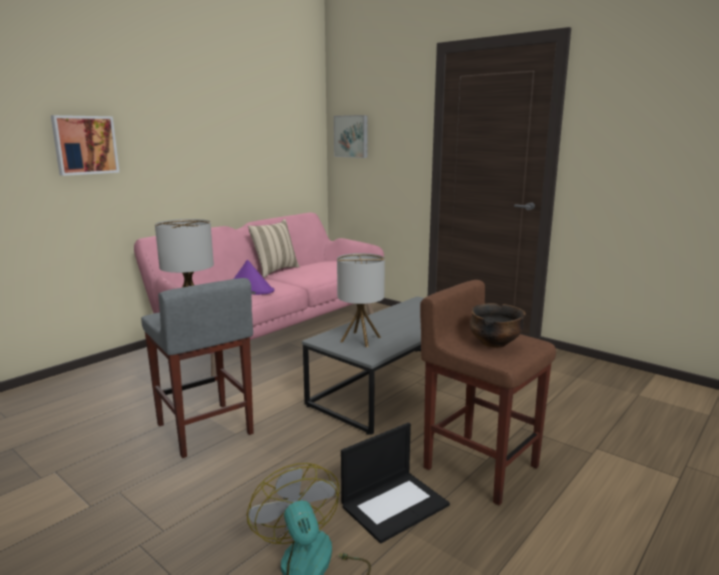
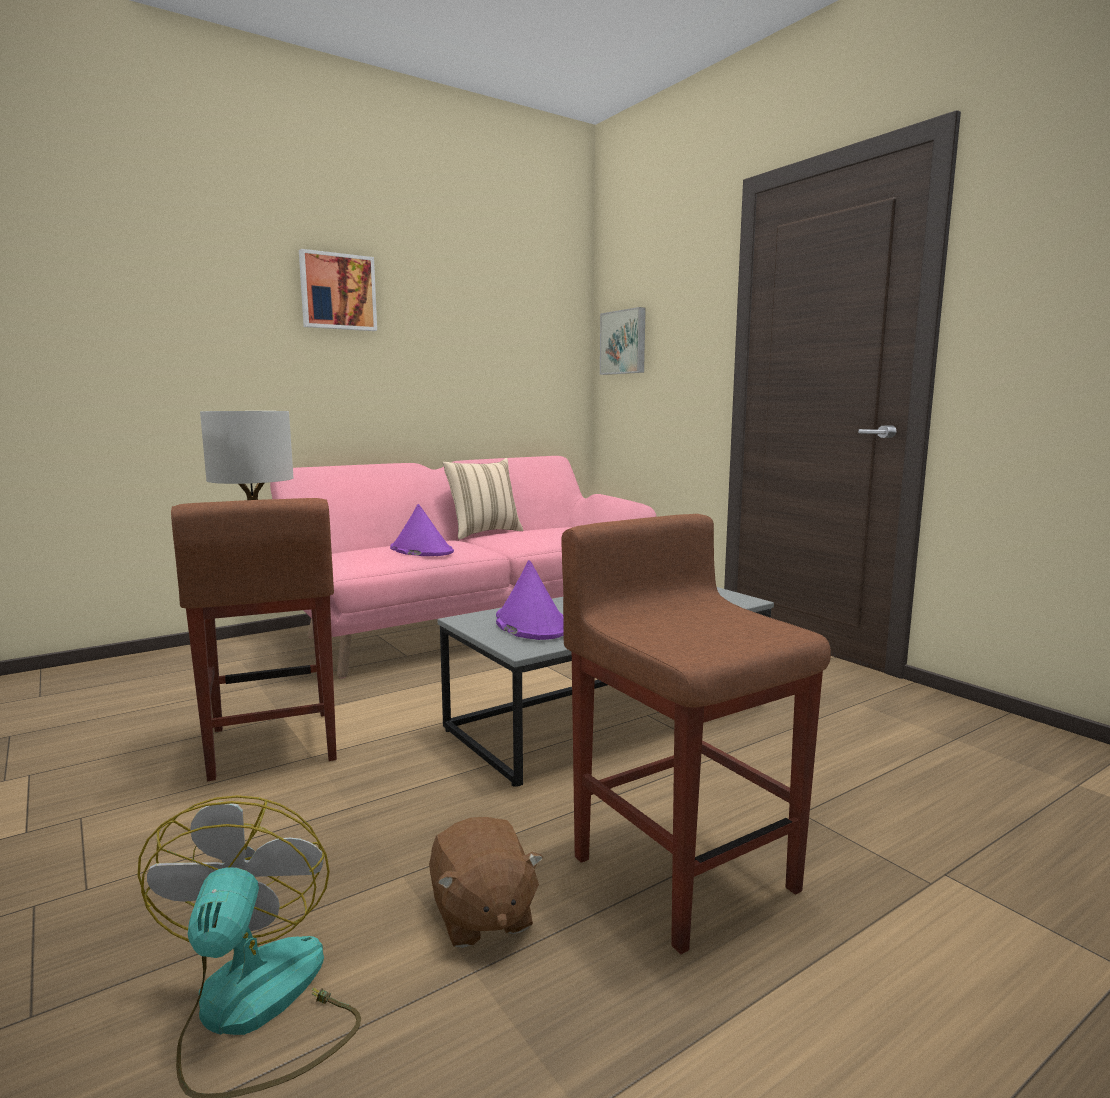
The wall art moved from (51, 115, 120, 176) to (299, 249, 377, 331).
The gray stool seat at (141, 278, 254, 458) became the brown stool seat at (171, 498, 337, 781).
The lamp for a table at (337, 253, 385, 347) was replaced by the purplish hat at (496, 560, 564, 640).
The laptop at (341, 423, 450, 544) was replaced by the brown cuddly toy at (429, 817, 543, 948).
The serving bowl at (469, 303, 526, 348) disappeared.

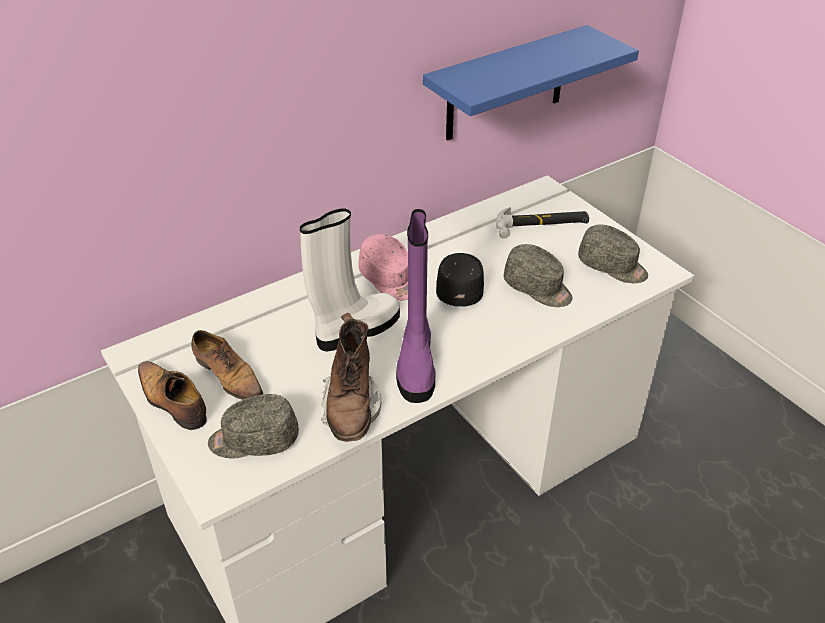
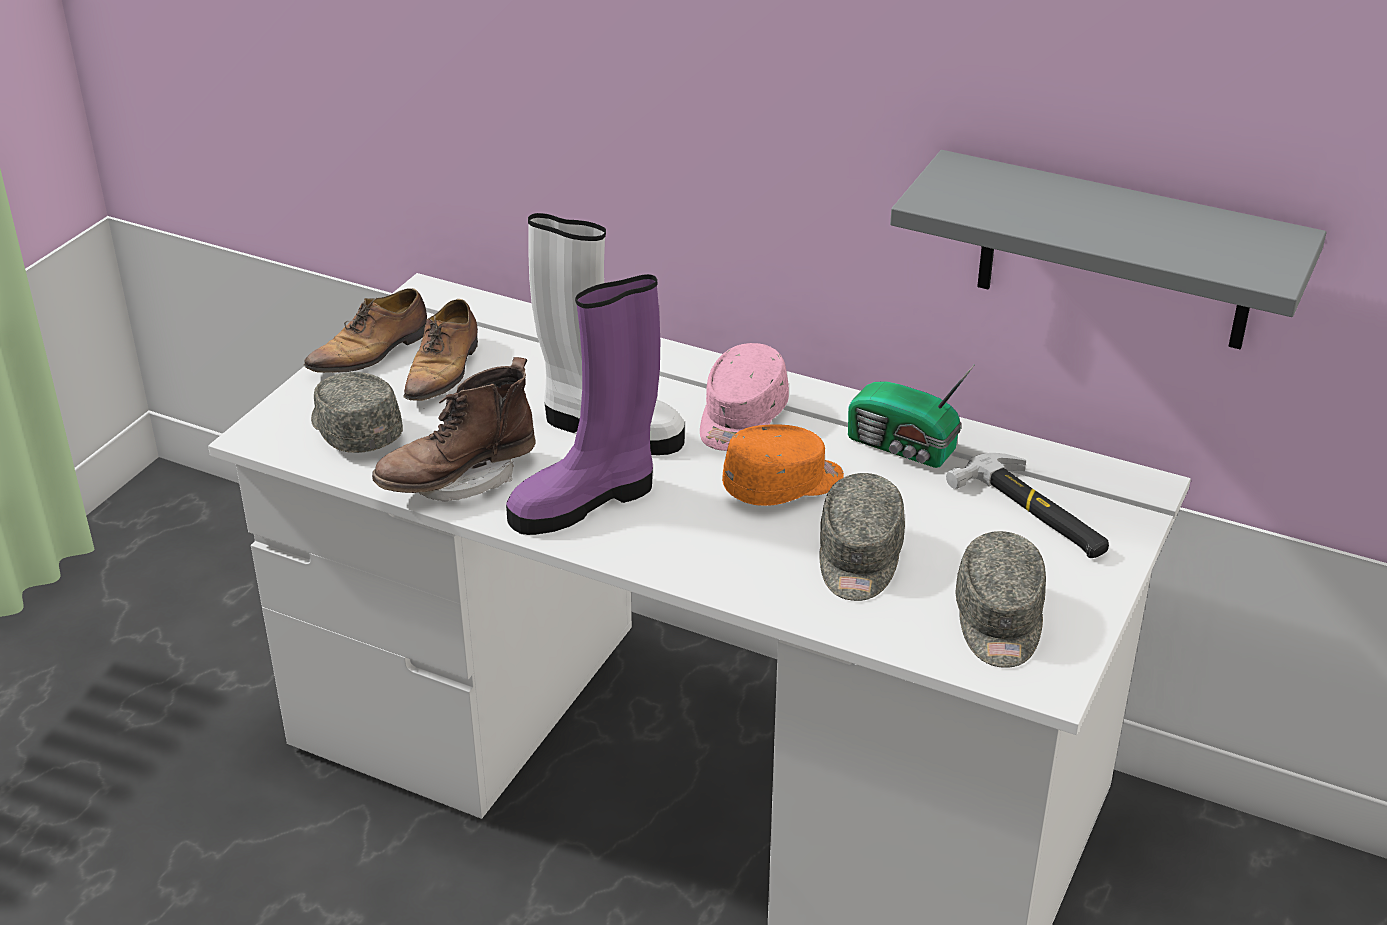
The item of footwear at (138, 361, 207, 430) turned 150 degrees counterclockwise.
The blue wall shelf at (423, 25, 639, 141) became the gray wall shelf at (890, 150, 1326, 350).
The black cap at (436, 253, 484, 307) became the orange-coloured cap at (722, 424, 844, 506).
The radio set at (848, 364, 975, 468) appeared.

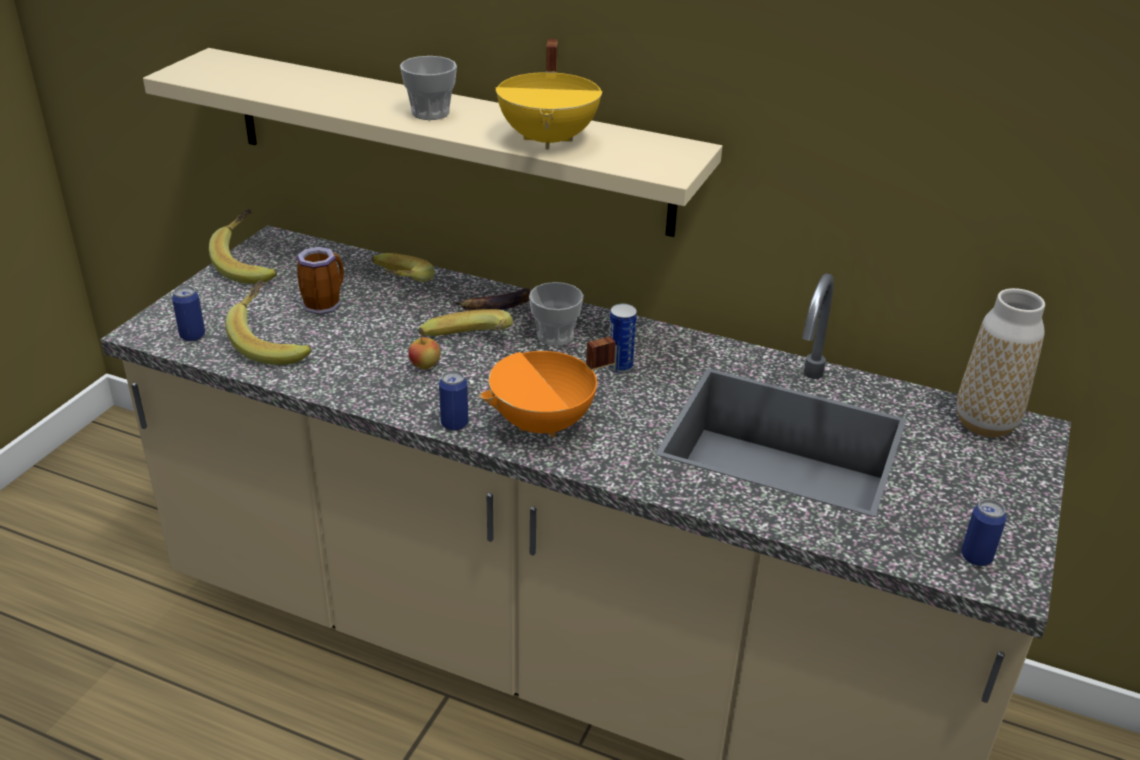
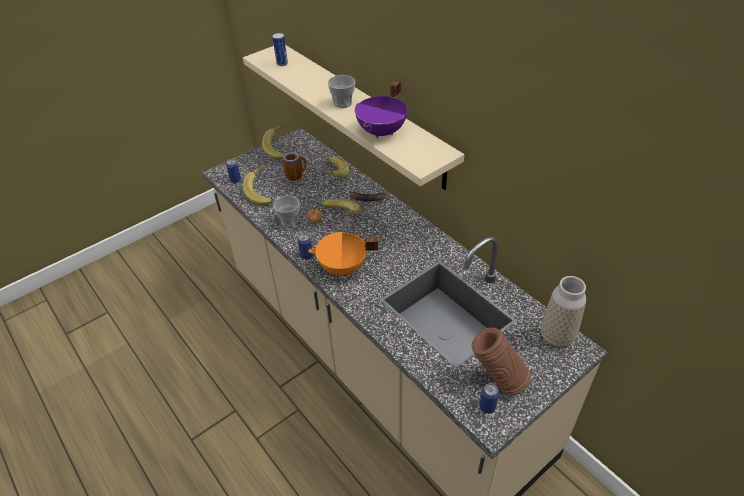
The yellow-coloured saucepot at (496, 39, 602, 150) became the purplish saucepot at (355, 79, 408, 139).
The cup moved from (529, 282, 584, 346) to (273, 195, 300, 227).
The can moved from (608, 304, 637, 374) to (272, 33, 288, 66).
The brown flower vase at (472, 328, 531, 395) appeared.

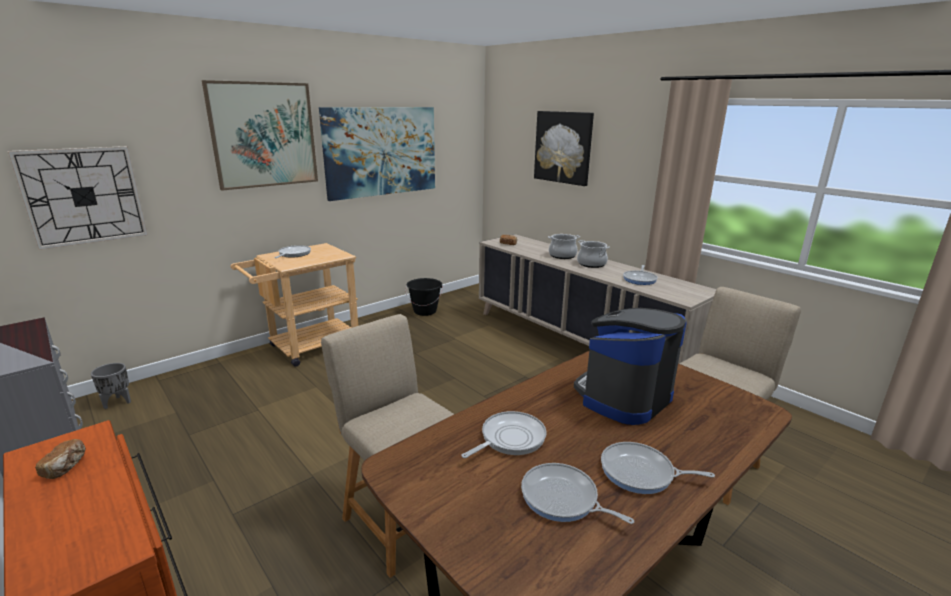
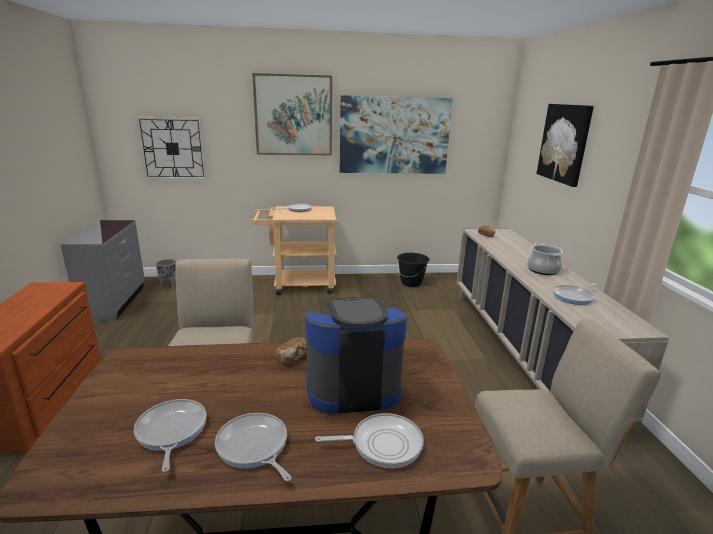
The bread moved from (35, 439, 86, 479) to (275, 337, 307, 364).
The frying pan moved from (462, 411, 547, 458) to (315, 413, 424, 468).
The saucepot at (548, 234, 580, 259) disappeared.

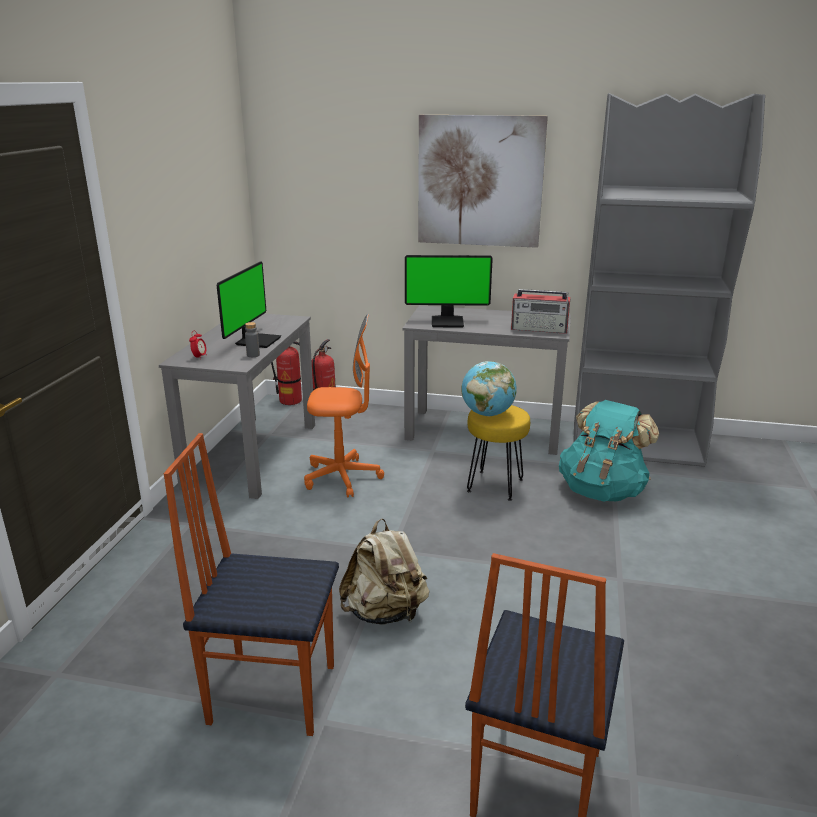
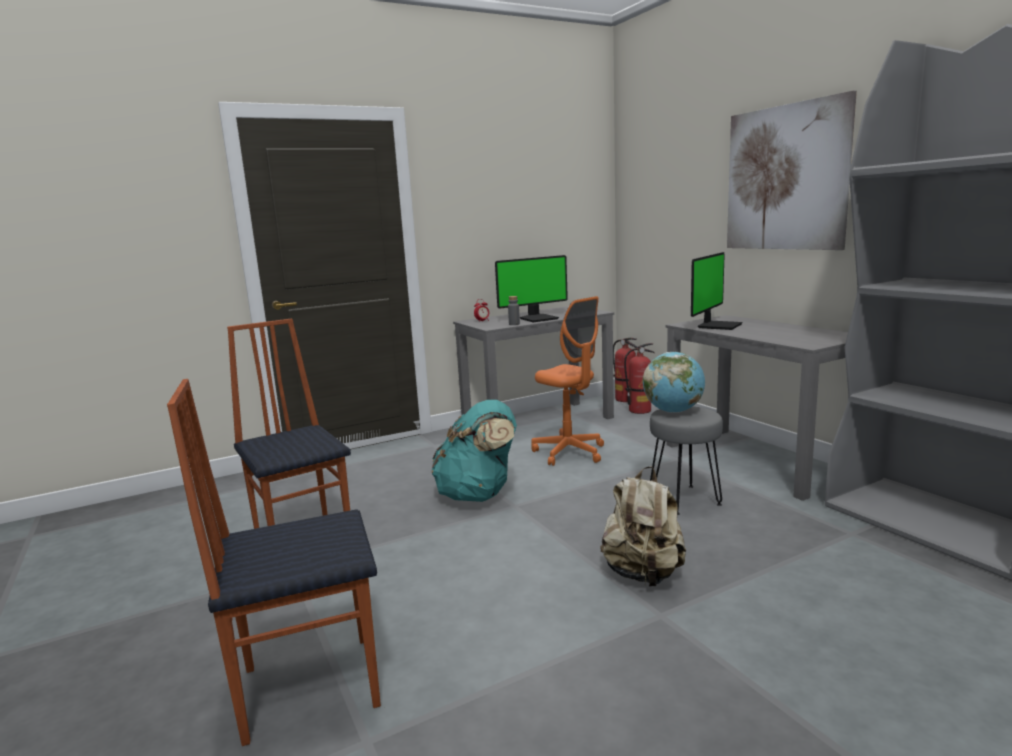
The sand-coloured rucksack moved from (339, 519, 429, 625) to (600, 466, 686, 587).
The monitor at (405, 255, 493, 328) turned 105 degrees counterclockwise.
The yellow-coloured stool seat at (467, 405, 530, 501) became the gray stool seat at (650, 406, 723, 515).
The radio set at (511, 289, 571, 334) disappeared.
The turquoise rucksack moved from (559, 400, 659, 501) to (431, 400, 517, 502).

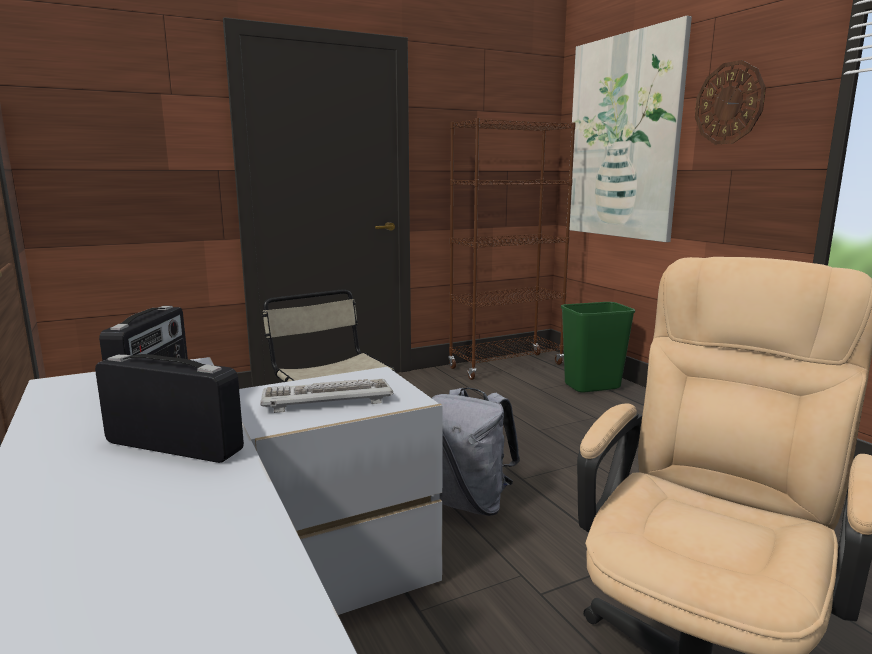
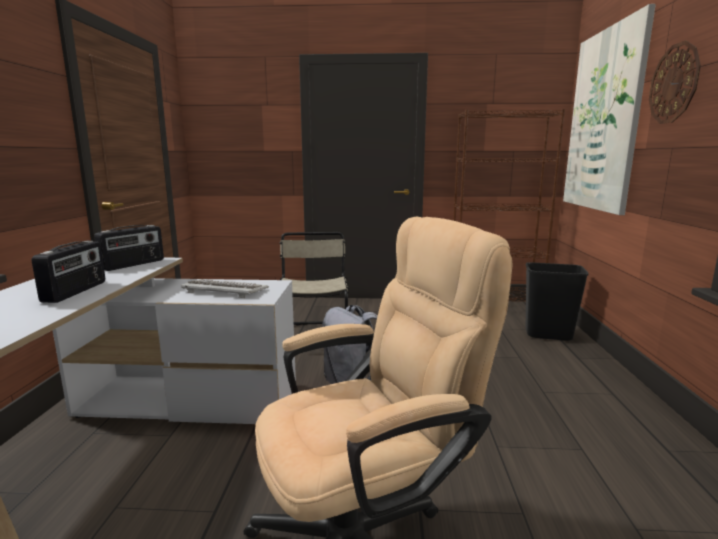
The radio set at (95, 354, 244, 463) turned 45 degrees clockwise.
The greenish rubbish bin at (561, 302, 635, 393) became the black rubbish bin at (526, 262, 589, 341).

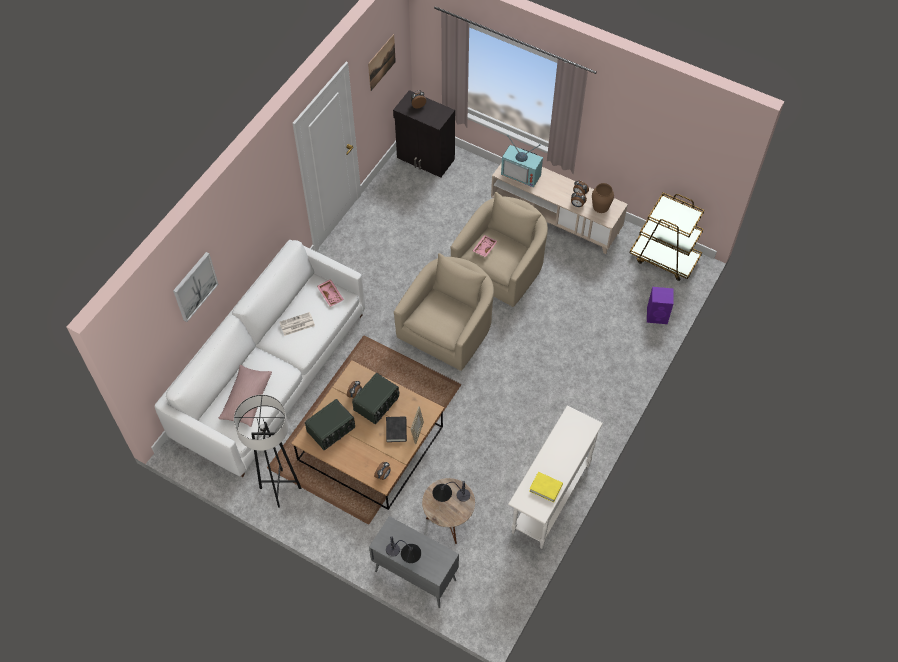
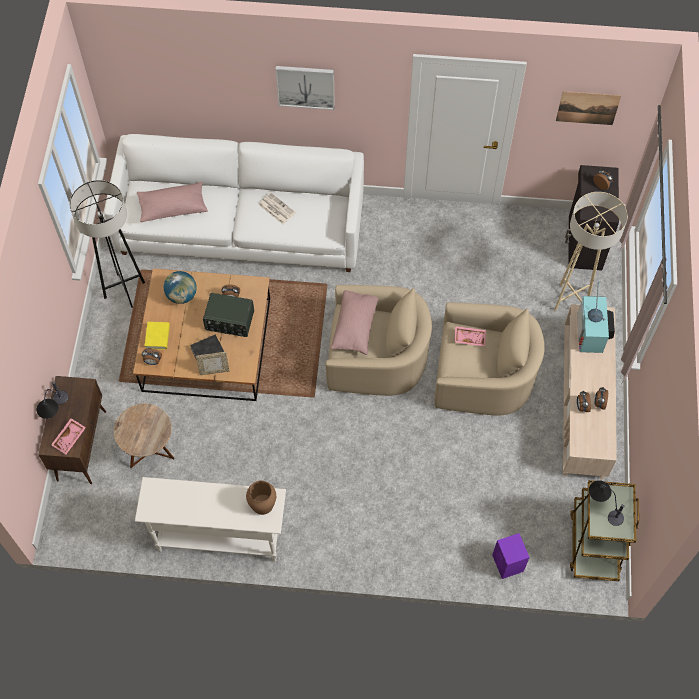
The wall art moved from (173, 252, 218, 322) to (276, 66, 335, 110).
The radio set at (305, 399, 355, 450) was replaced by the desk globe at (164, 271, 197, 304).
The pinkish carrying tray moved from (317, 279, 344, 307) to (51, 418, 86, 454).
The gray cupboard at (369, 516, 459, 608) became the brown cupboard at (38, 376, 106, 484).
The lamp for a table moved from (433, 481, 470, 502) to (589, 480, 624, 526).
The yellow-coloured volume moved from (529, 472, 563, 503) to (144, 322, 170, 350).
The brown flower vase moved from (592, 183, 614, 213) to (246, 481, 276, 515).
The pinkish throw pillow at (331, 290, 379, 355) appeared.
The sand-coloured floor lamp at (554, 192, 628, 311) appeared.

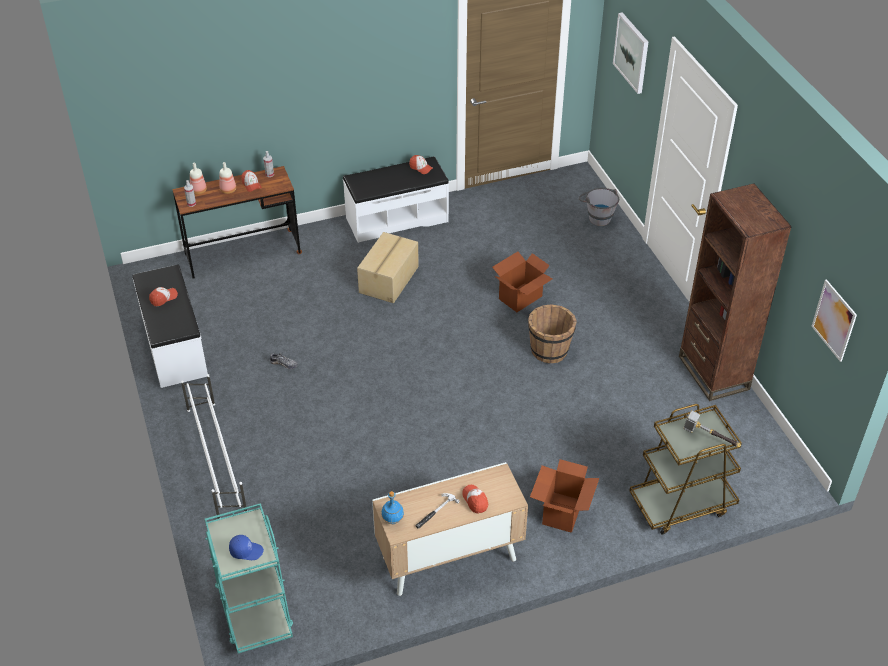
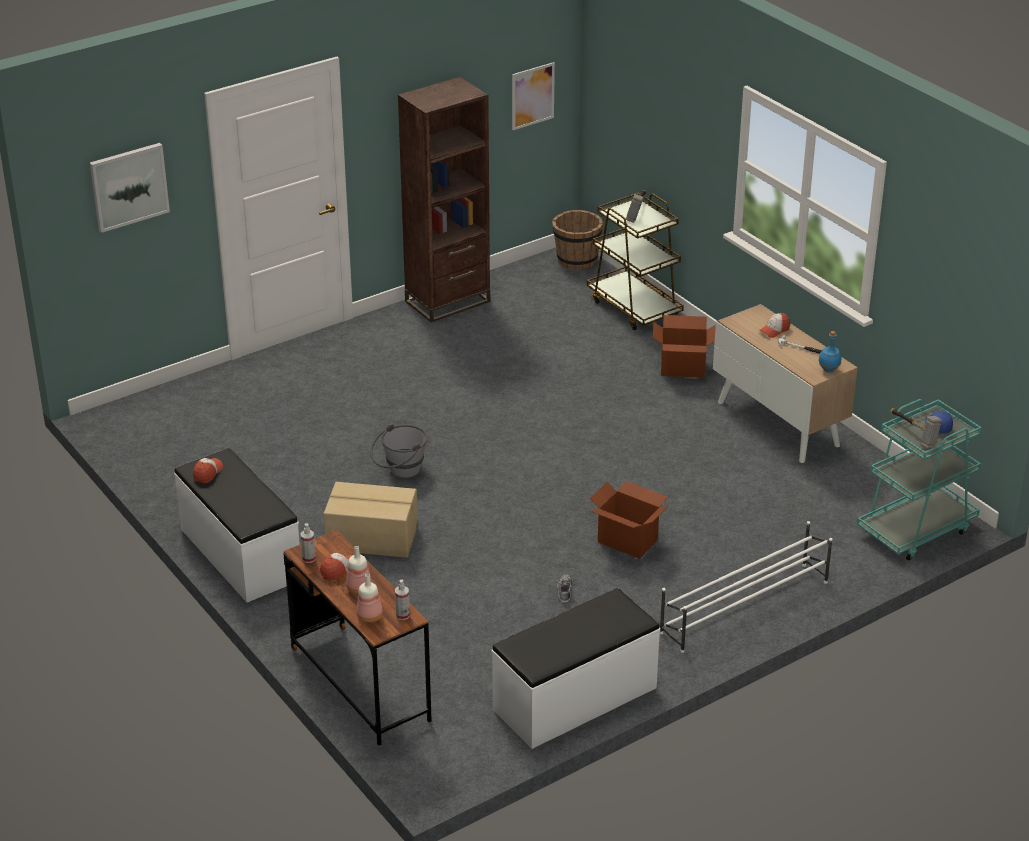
The cap at (149, 287, 178, 306) disappeared.
The packing box moved from (492, 252, 553, 312) to (590, 481, 669, 559).
The brown bucket moved from (528, 304, 577, 363) to (552, 210, 603, 270).
The gray bucket moved from (579, 188, 619, 226) to (370, 424, 428, 478).
The hammer at (891, 408, 942, 449) appeared.

